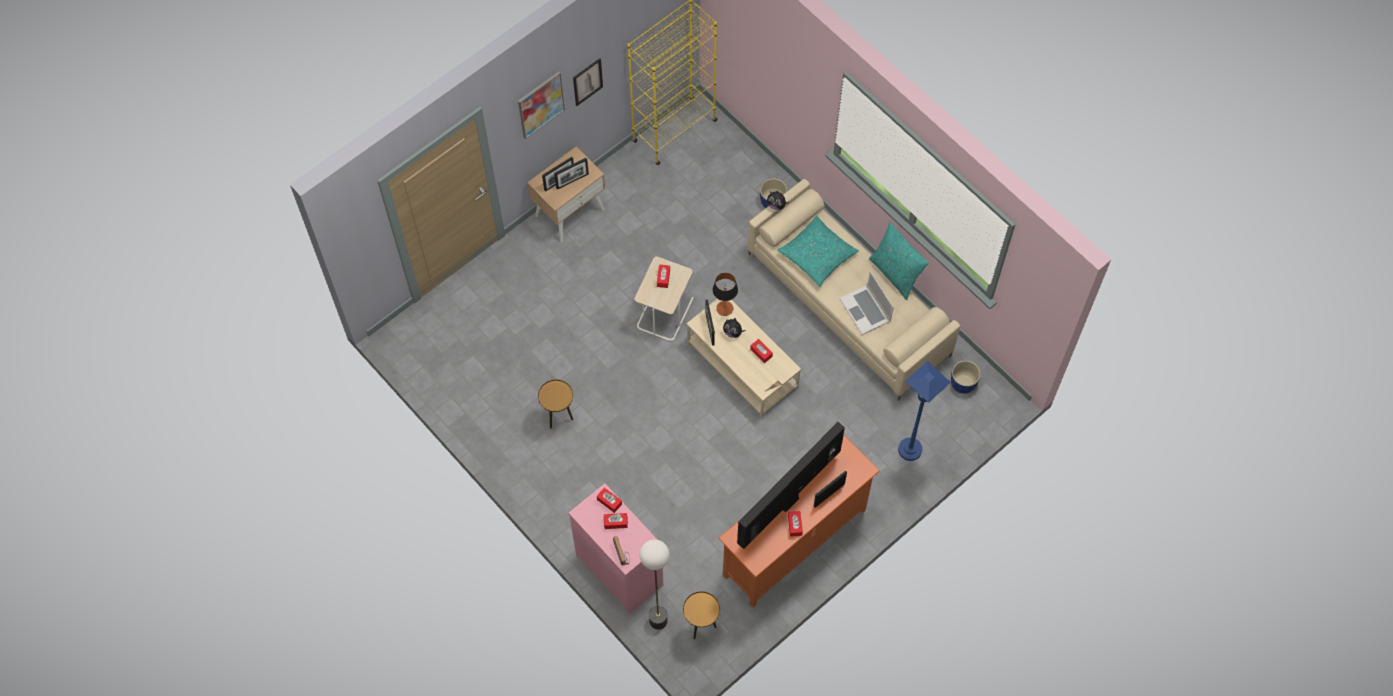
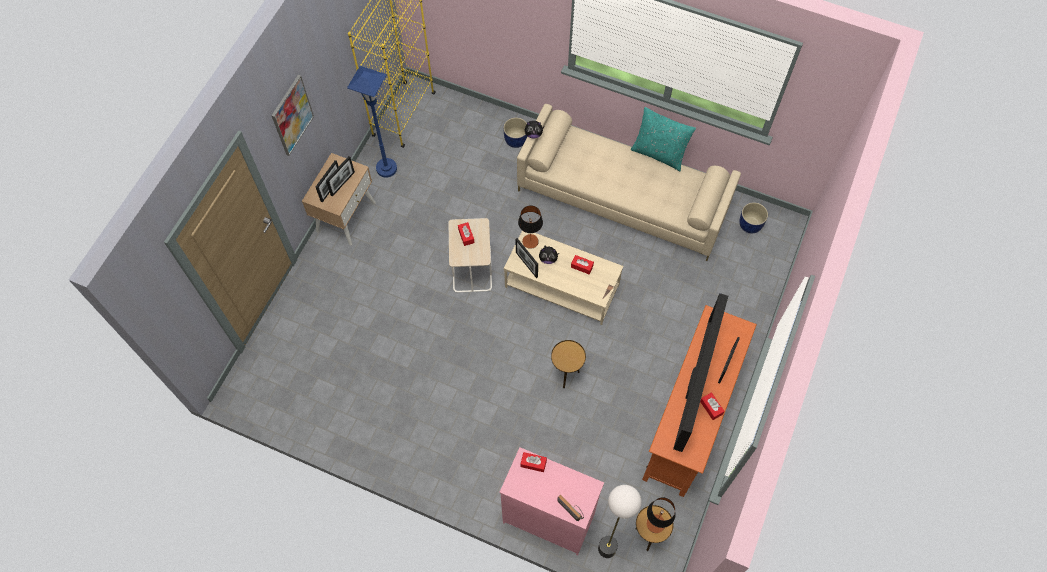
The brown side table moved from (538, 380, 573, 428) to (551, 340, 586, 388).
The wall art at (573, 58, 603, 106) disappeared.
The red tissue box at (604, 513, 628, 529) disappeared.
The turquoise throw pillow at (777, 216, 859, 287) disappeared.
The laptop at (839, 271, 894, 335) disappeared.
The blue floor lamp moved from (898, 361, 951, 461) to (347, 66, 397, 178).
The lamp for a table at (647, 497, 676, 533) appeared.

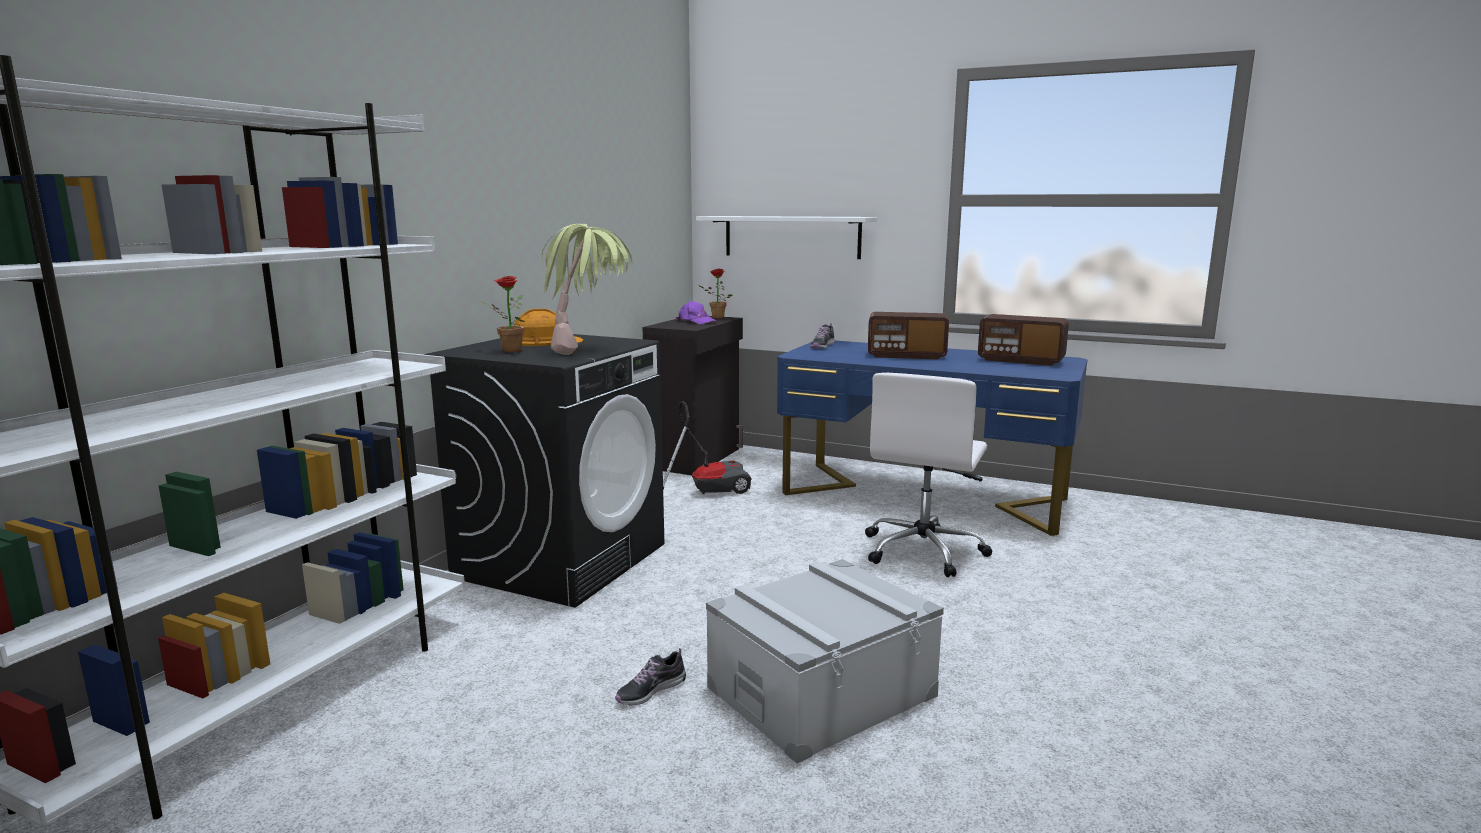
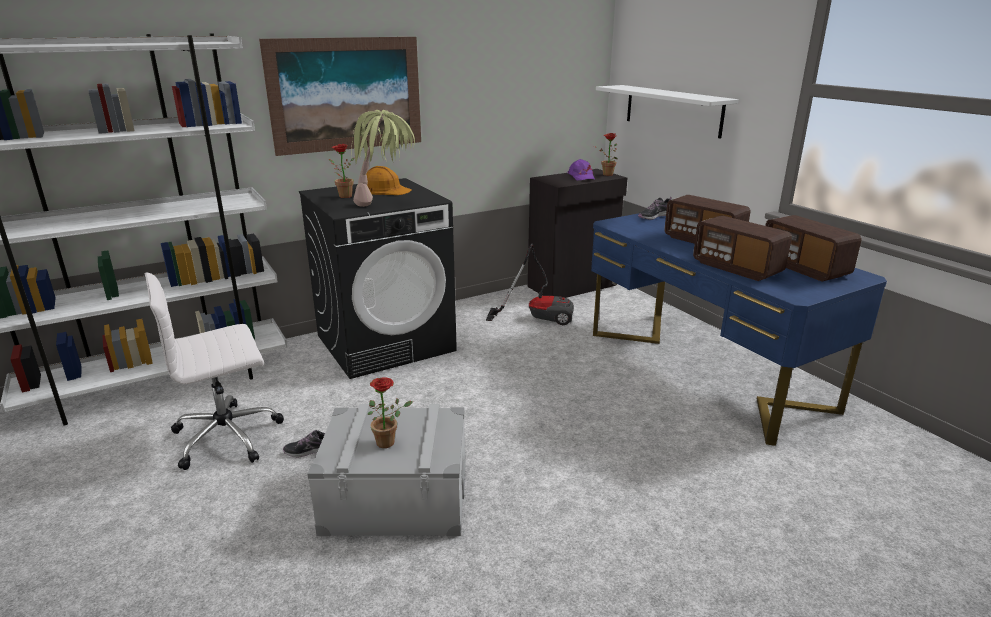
The whitish computer chair moved from (865, 373, 992, 577) to (145, 272, 284, 470).
The wall art at (259, 37, 421, 156) appeared.
The plant in a pot at (367, 377, 413, 448) appeared.
The radio set at (693, 215, 792, 281) appeared.

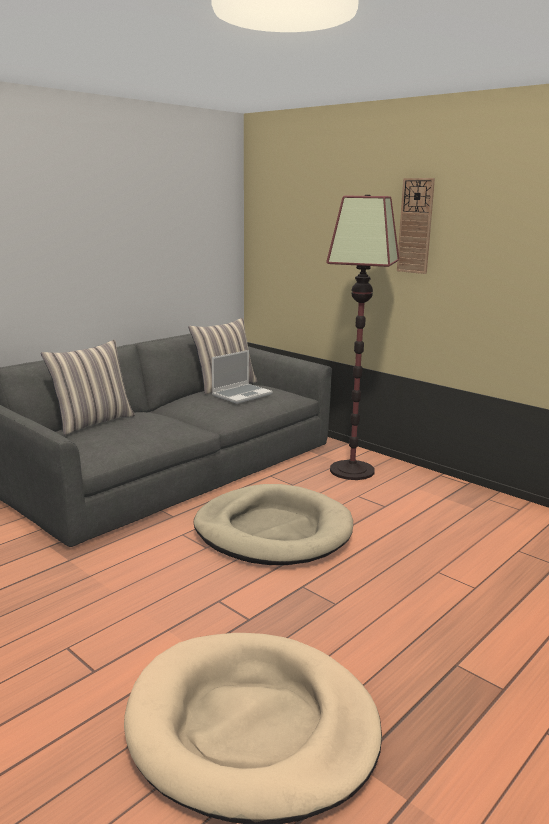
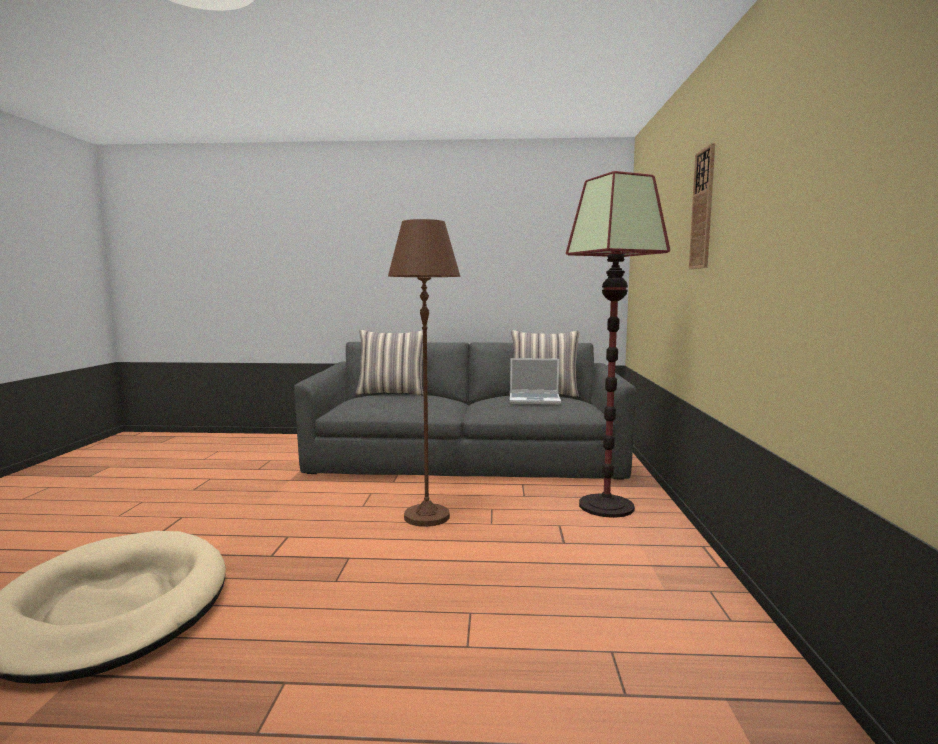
The sand-coloured pet bed at (194, 484, 353, 565) was replaced by the brown floor lamp at (388, 219, 460, 527).

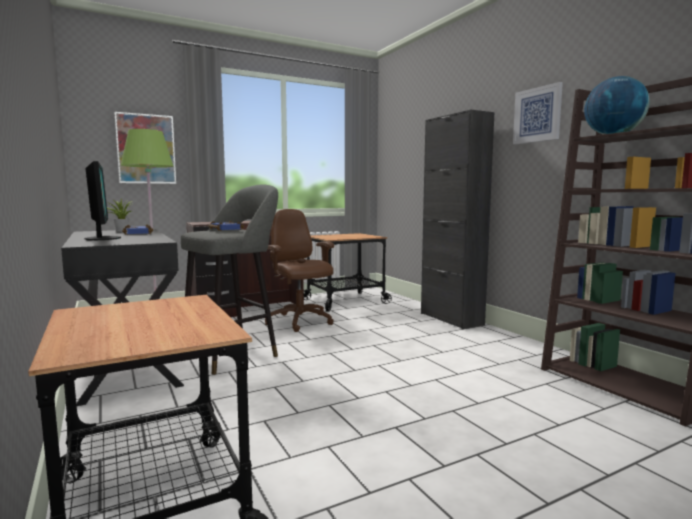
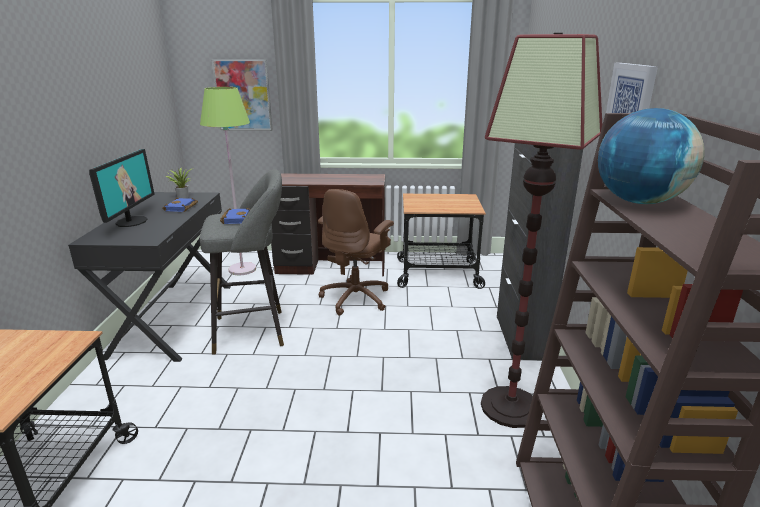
The brown computer chair at (265, 209, 334, 332) turned 150 degrees counterclockwise.
The floor lamp at (481, 33, 602, 428) appeared.

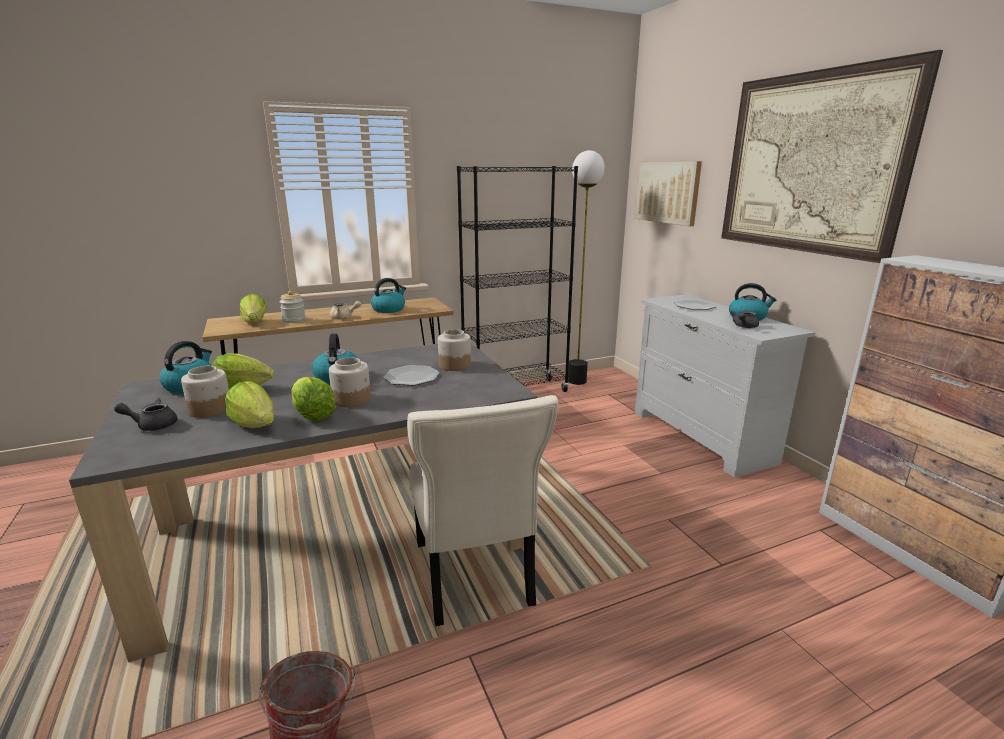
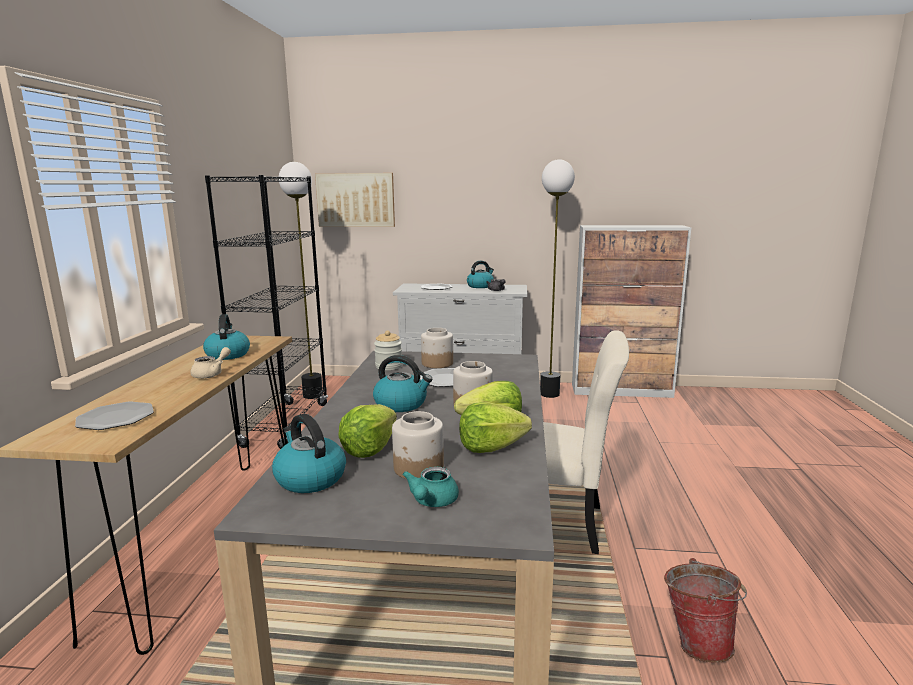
The gray tea pot at (114, 398, 177, 431) became the turquoise tea pot at (403, 467, 459, 507).
The lettuce at (240, 294, 267, 323) was replaced by the dinner plate at (75, 401, 154, 430).
The jar moved from (280, 291, 306, 323) to (374, 331, 403, 370).
The wall art at (721, 50, 943, 263) disappeared.
The floor lamp at (540, 159, 575, 398) appeared.

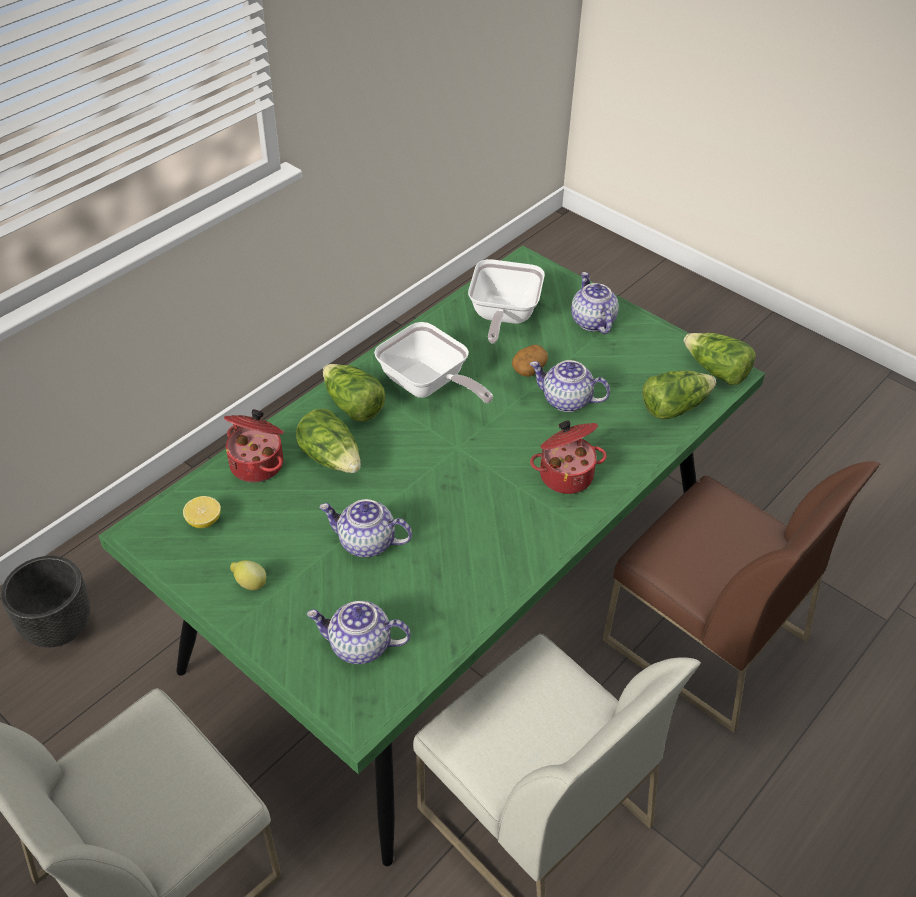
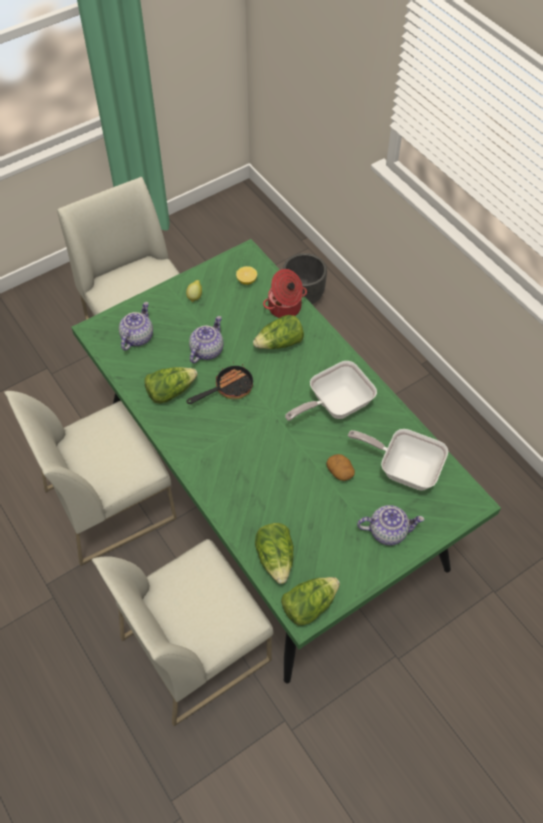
The lettuce moved from (323, 364, 385, 421) to (144, 367, 198, 403).
The tea pot at (530, 360, 610, 412) disappeared.
The saucepot at (530, 420, 607, 494) disappeared.
The brown plain chair at (603, 461, 880, 733) became the whitish plain chair at (92, 539, 273, 726).
The frying pan at (187, 362, 253, 404) appeared.

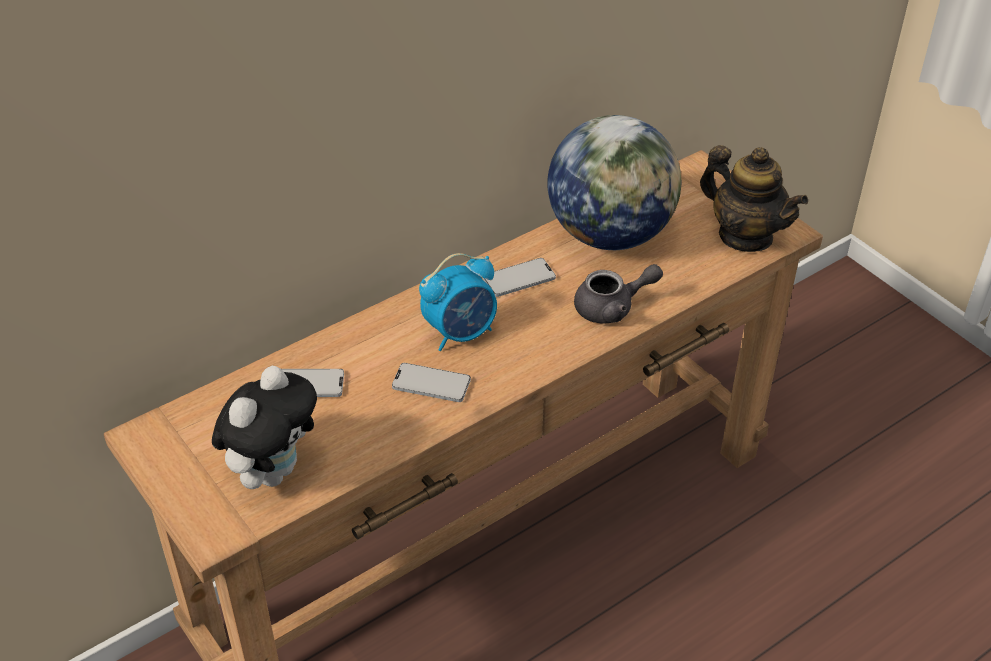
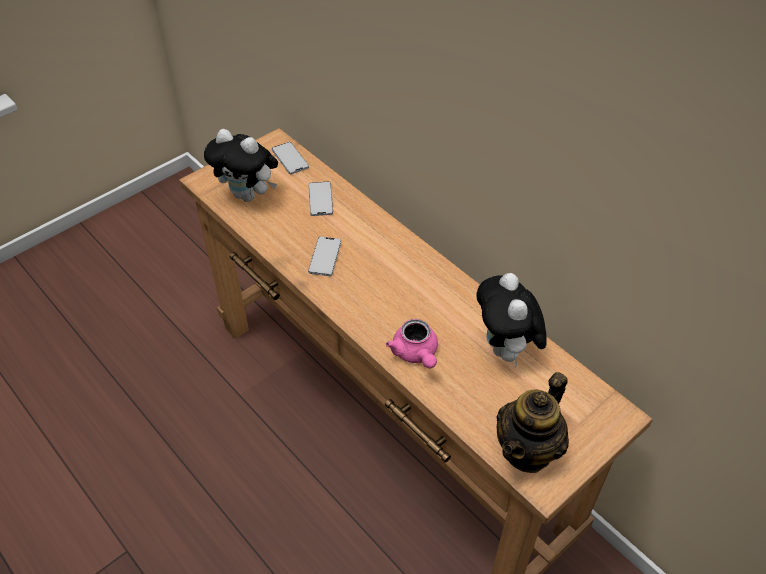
The alarm clock at (419, 253, 497, 351) disappeared.
The phone moved from (483, 258, 556, 297) to (272, 142, 309, 174).
The desk globe at (548, 115, 681, 250) was replaced by the cuddly toy at (476, 273, 547, 367).
The gray tea pot at (574, 264, 663, 324) became the pinkish tea pot at (386, 319, 438, 368).

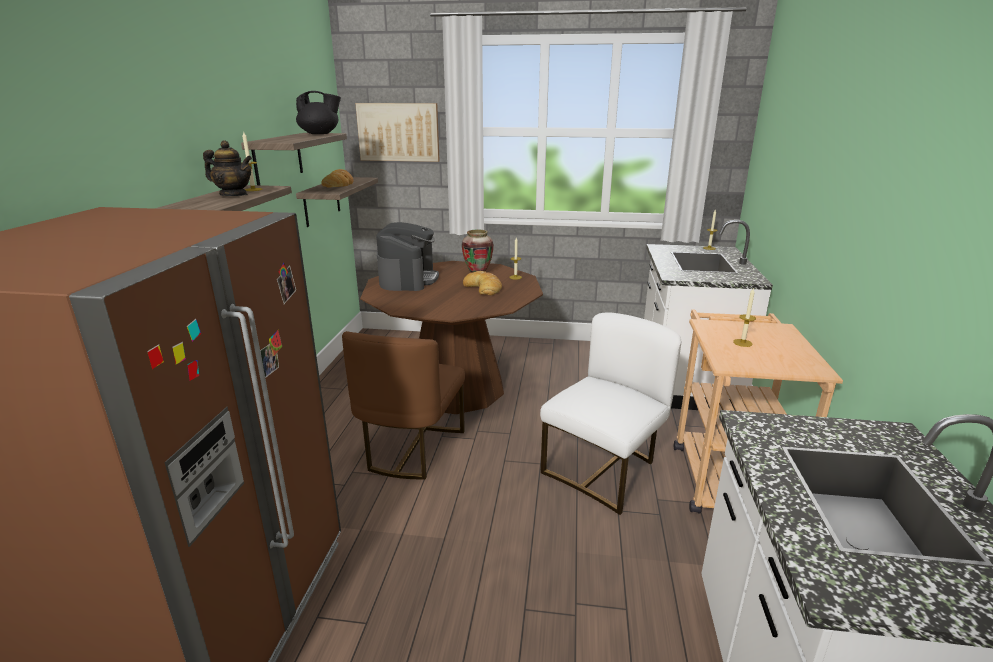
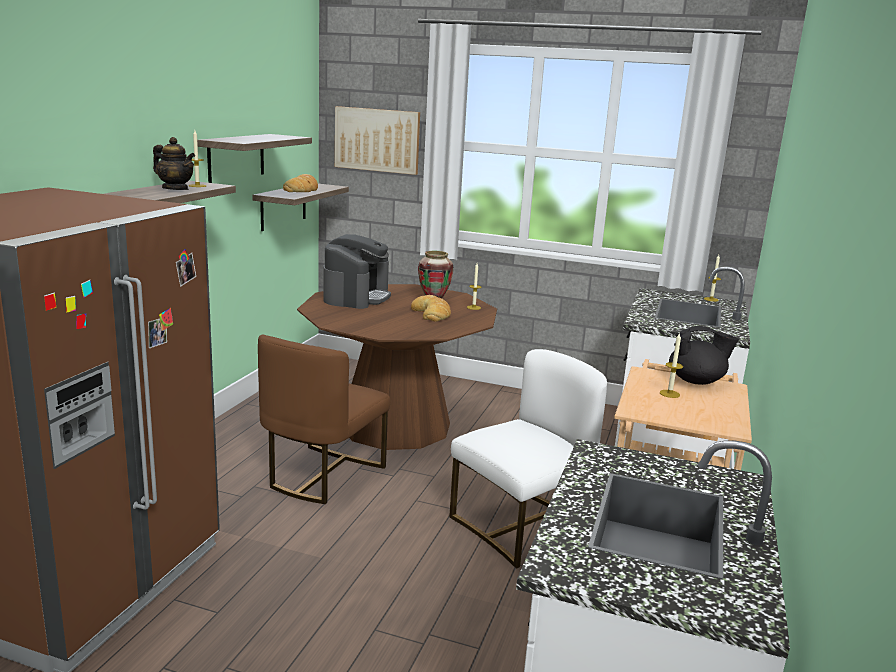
The black tea pot moved from (296, 91, 341, 134) to (669, 326, 739, 385).

